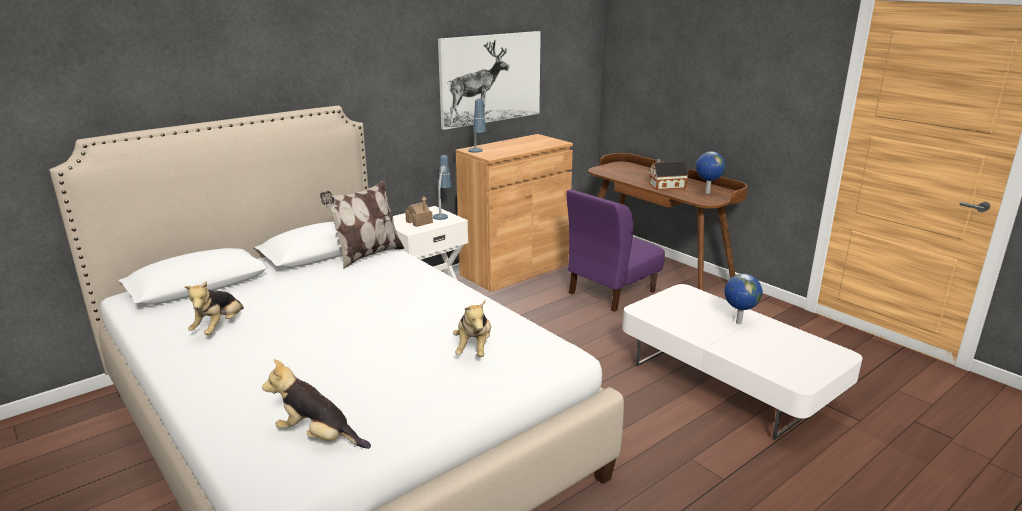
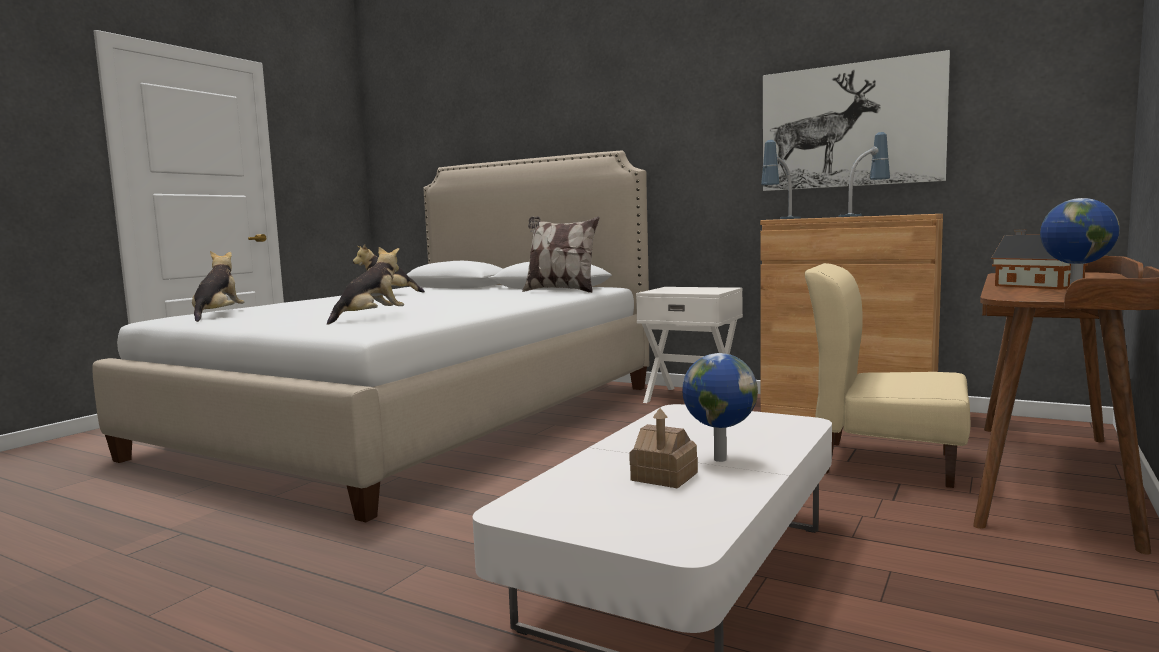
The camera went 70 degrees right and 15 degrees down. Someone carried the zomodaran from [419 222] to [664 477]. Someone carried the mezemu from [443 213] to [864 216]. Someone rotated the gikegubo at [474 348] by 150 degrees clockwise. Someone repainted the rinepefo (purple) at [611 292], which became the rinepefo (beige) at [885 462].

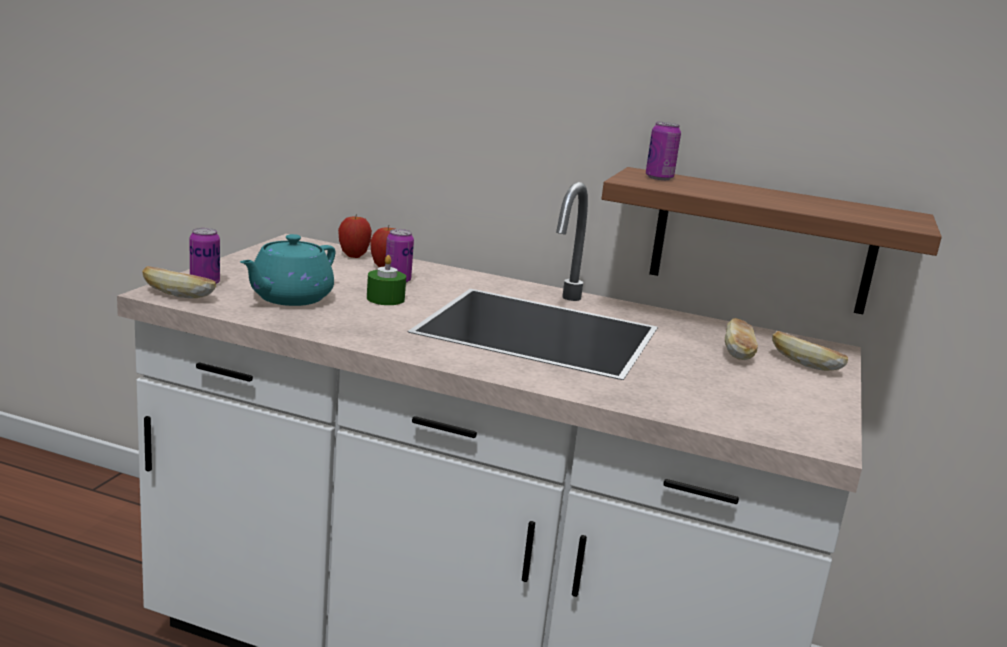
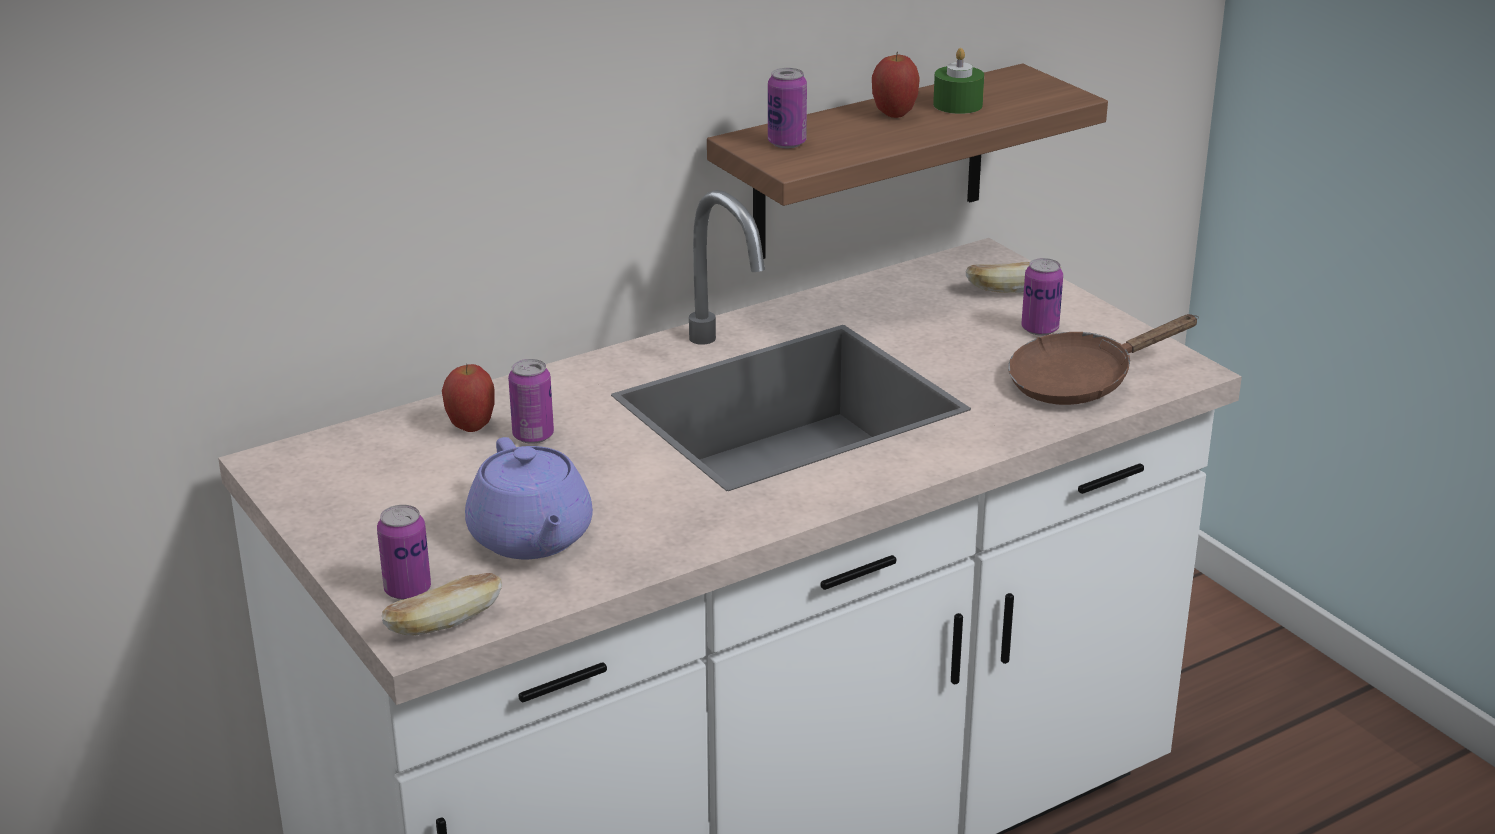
The camera went 50 degrees left and 10 degrees up. Someone repainted the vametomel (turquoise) at [289 298], which became the vametomel (purple) at [531 538]. Someone carried the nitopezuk from [353 256] to [894 114]. Someone carried the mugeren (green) from [385 299] to [957 105]. Someone took away the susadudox at [738 353]. Someone put down the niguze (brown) at [1080 382]. Someone put down the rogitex at [1039 329].

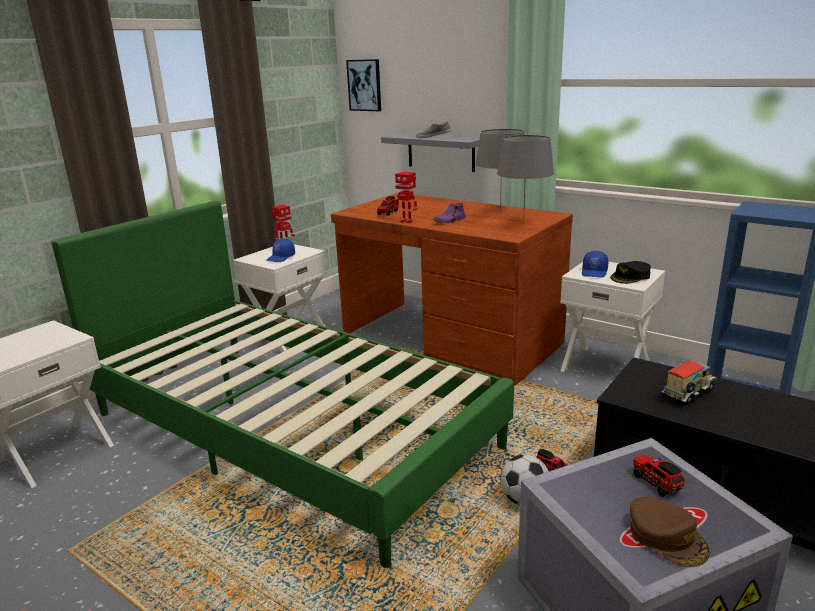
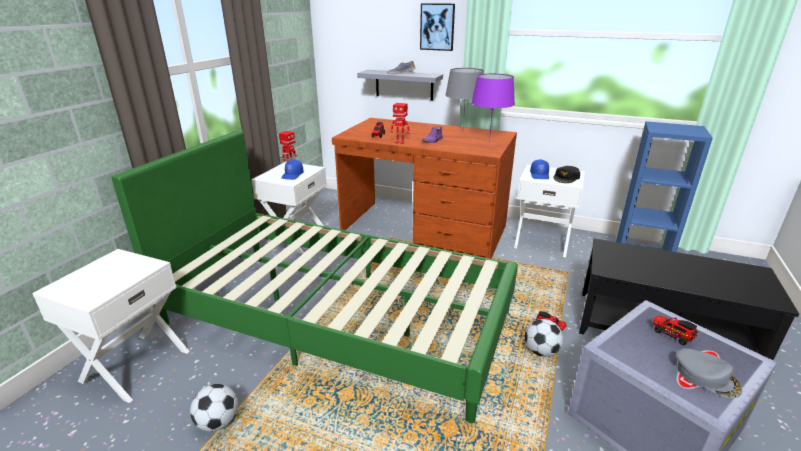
The camera went 15 degrees left and 5 degrees up. Someone carried the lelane from [365 85] to [437 27]. Someone repainted the mezemu (grey) at [523 223], which became the mezemu (purple) at [489 141]. Someone repainted the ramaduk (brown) at [667 537], which became the ramaduk (grey) at [706 376]. Someone took away the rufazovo at [688 395]. Someone put down the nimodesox at [218 422].

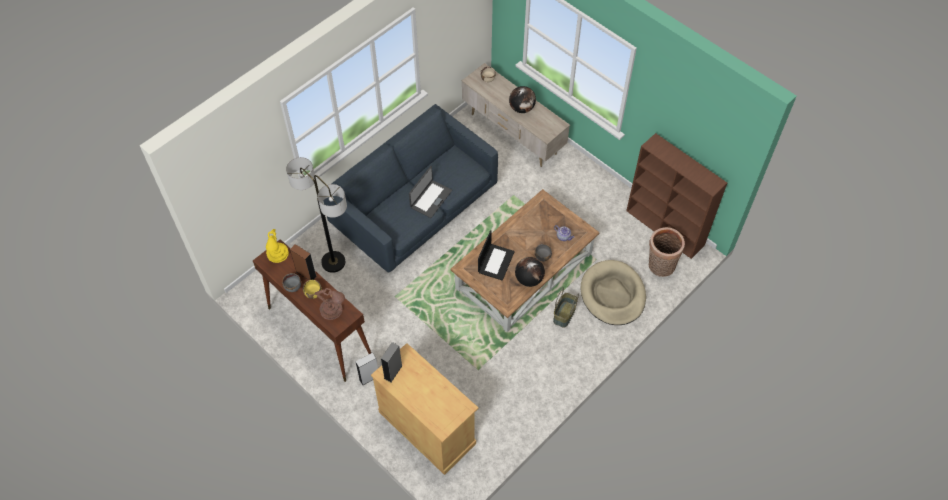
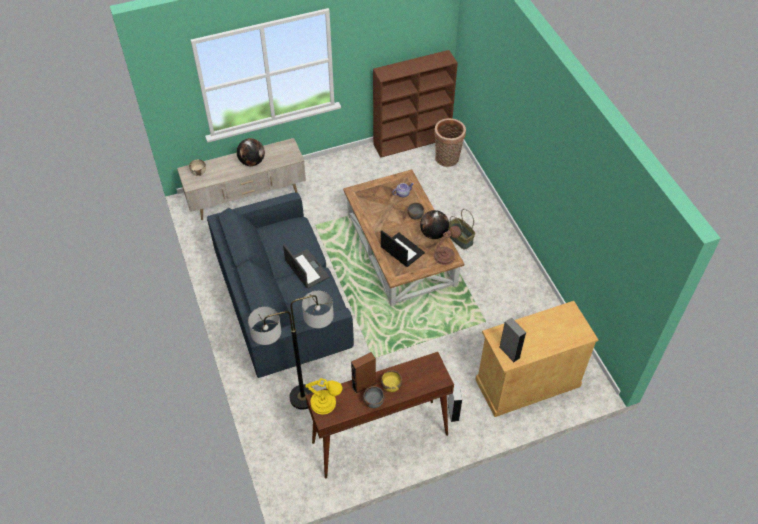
The camera went 65 degrees left and 5 degrees down. Someone carried the mezemu (brown) from [333 310] to [445 255]. Someone took away the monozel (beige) at [612 294].

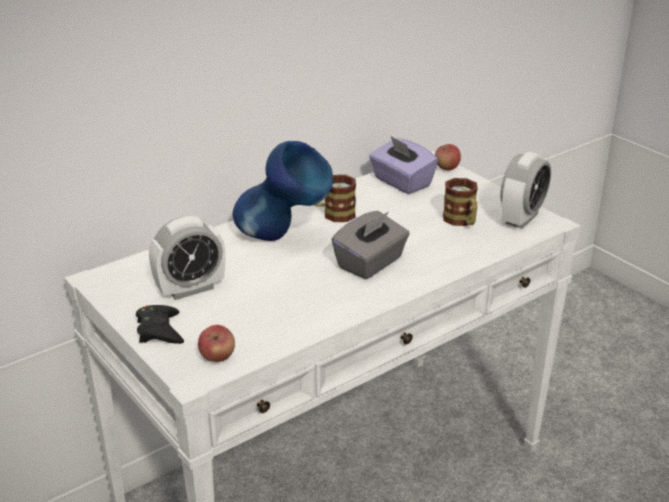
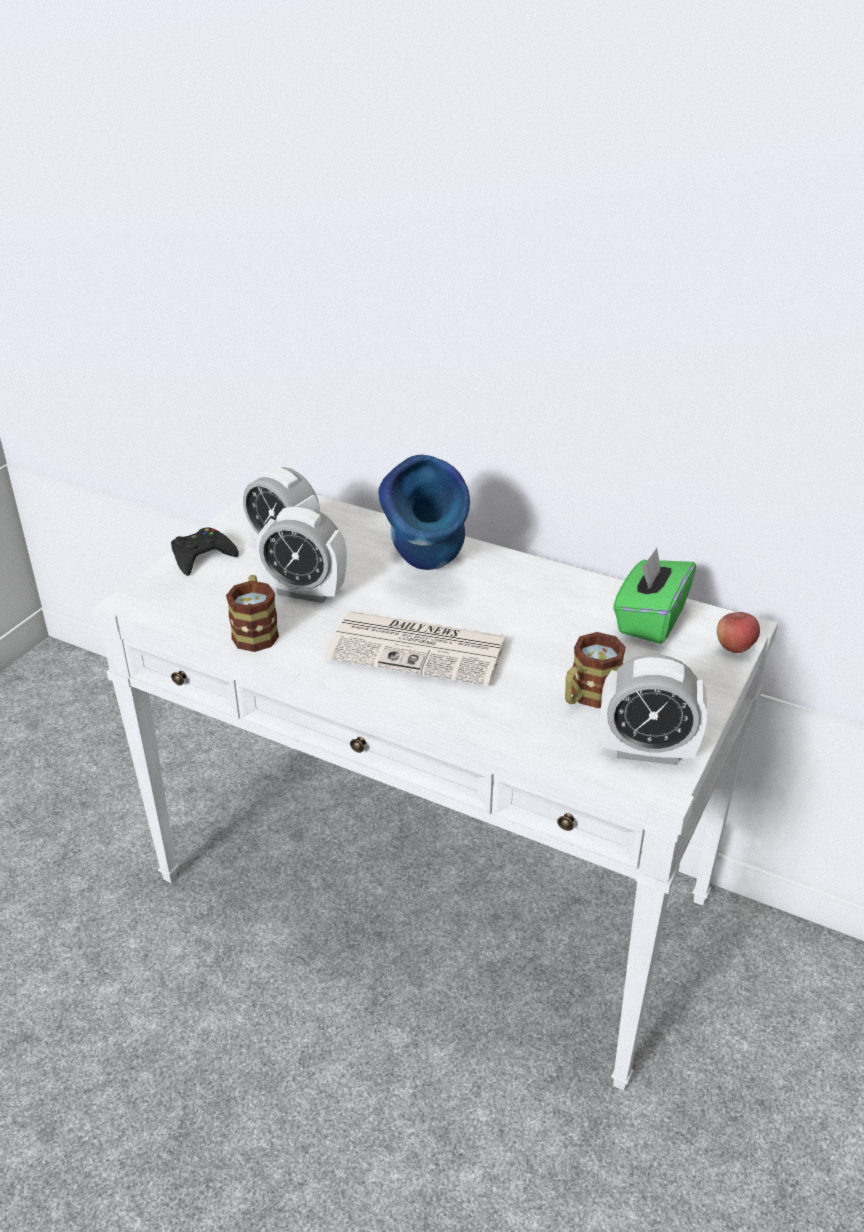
The camera went 65 degrees right and 5 degrees up. Someone took away the nitopezuk at [217 357]. Someone carried the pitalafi from [333 213] to [255 631]. Someone swapped the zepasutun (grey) at [371 263] for the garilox at [420 649]. Someone repainted the zepasutun (purple) at [401 182], which became the zepasutun (green) at [650 619]. Someone put down the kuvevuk at [304 592].

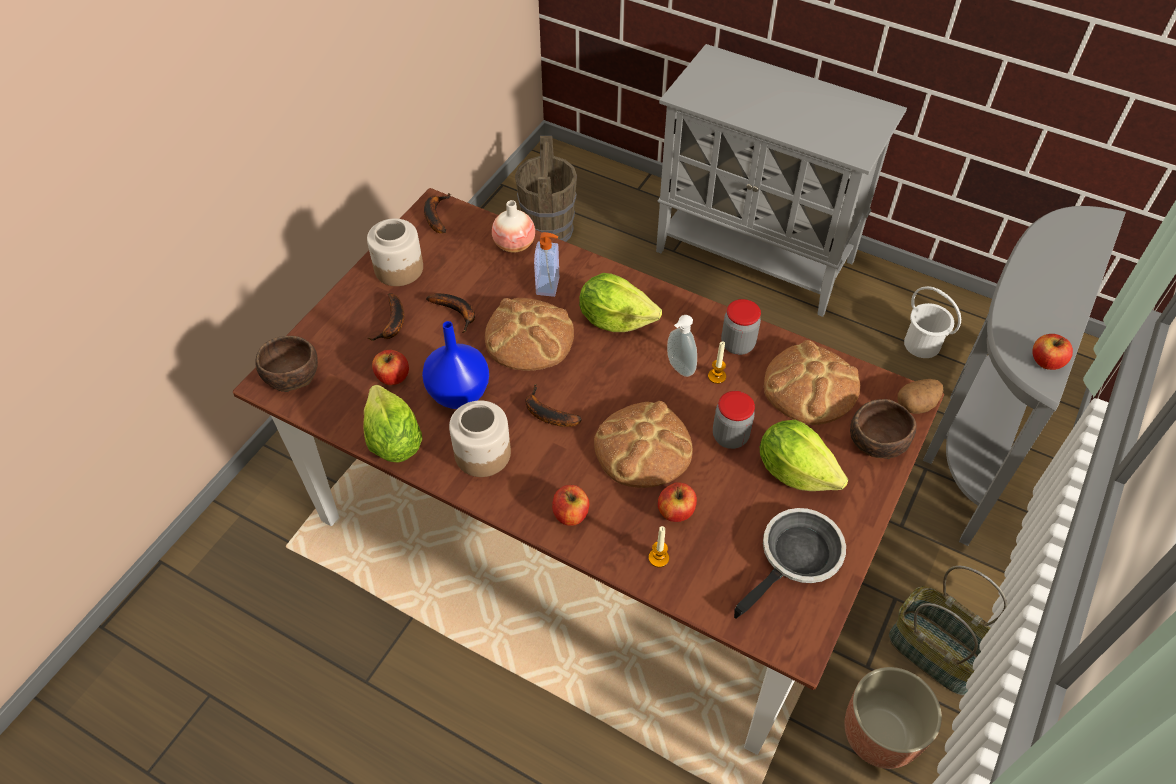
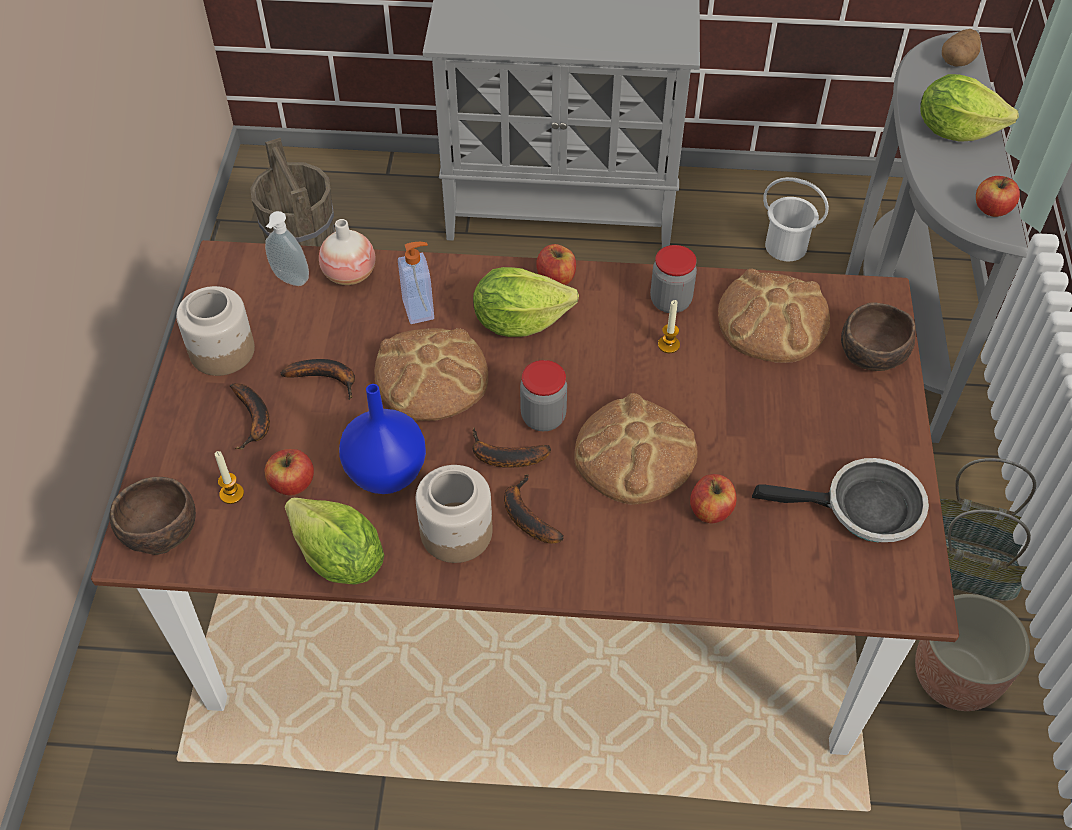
The camera went 25 degrees left and 0 degrees up. Someone carried the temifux from [435 215] to [526 516]. Someone carried the nitopezuk from [571 514] to [556 278]. Someone carried the mugeren from [658 558] to [232 494]. Someone carried the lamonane from [678 368] to [289 280]. Someone carried the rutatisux from [730 436] to [543 417]. Someone rotated the niguze at [797 558] by 75 degrees clockwise. Someone carried the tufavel from [795 471] to [955 130]. Someone carried the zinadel from [916 404] to [958 60].

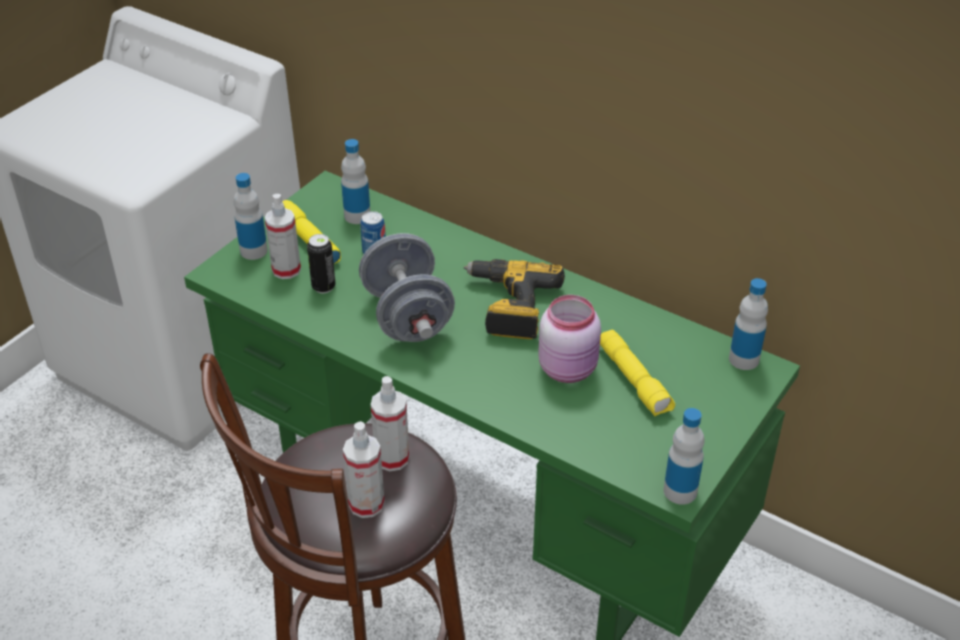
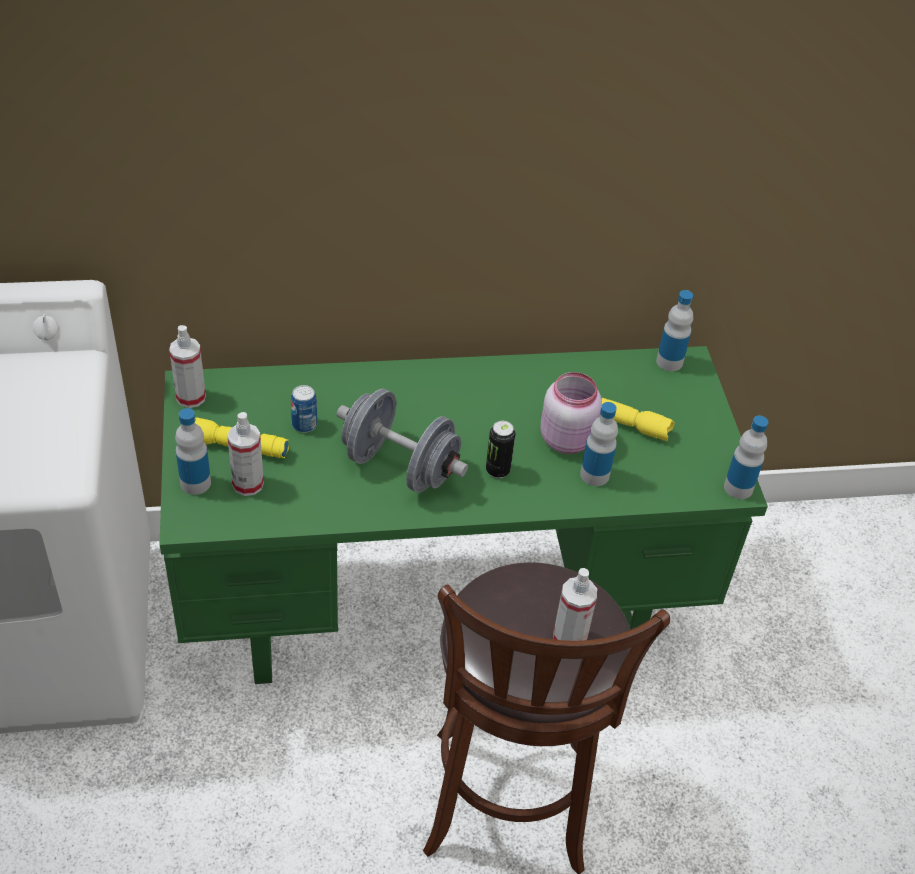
The camera went 45 degrees left and 5 degrees up. Someone carried the rogitex from [323 287] to [497 470]. Someone carried the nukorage from [357 216] to [594 475]. Someone carried the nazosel from [392 458] to [191 397]. Someone took away the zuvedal at [509 306].

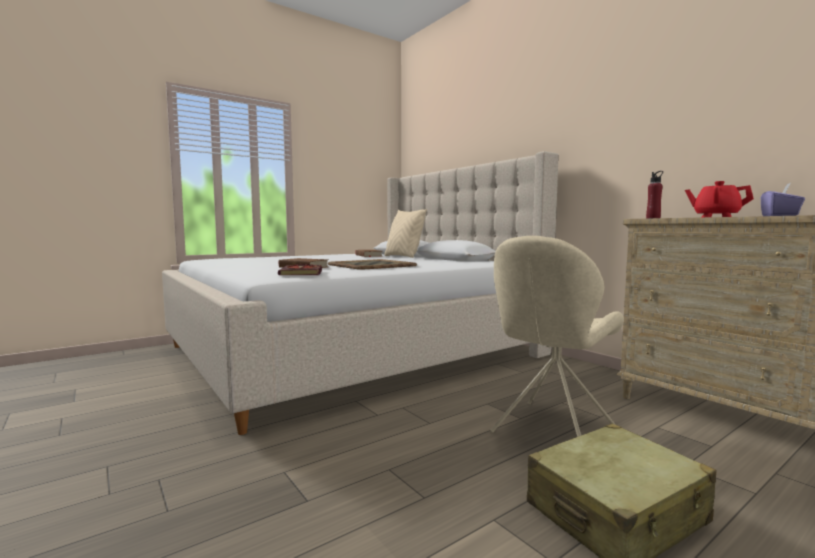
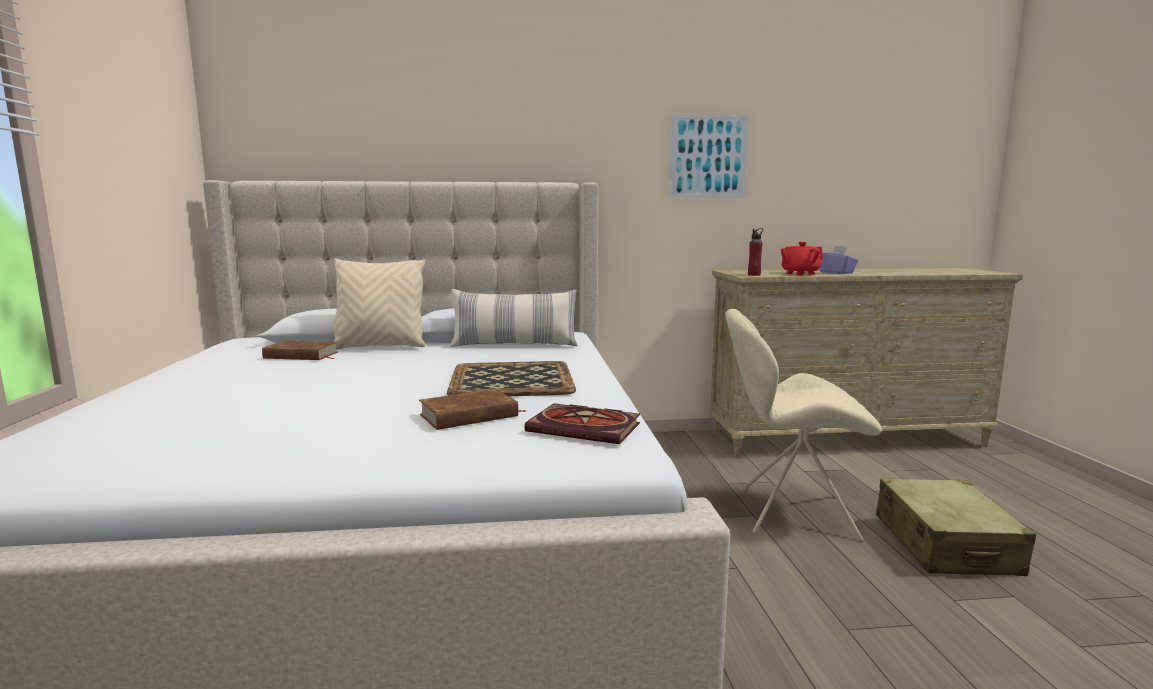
The camera went 60 degrees left and 5 degrees up. Someone rotated the rinepefo (beige) at [551 431] by 120 degrees clockwise. Someone put down the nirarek at [514 345]. Someone put up the lelane at [708 156].

